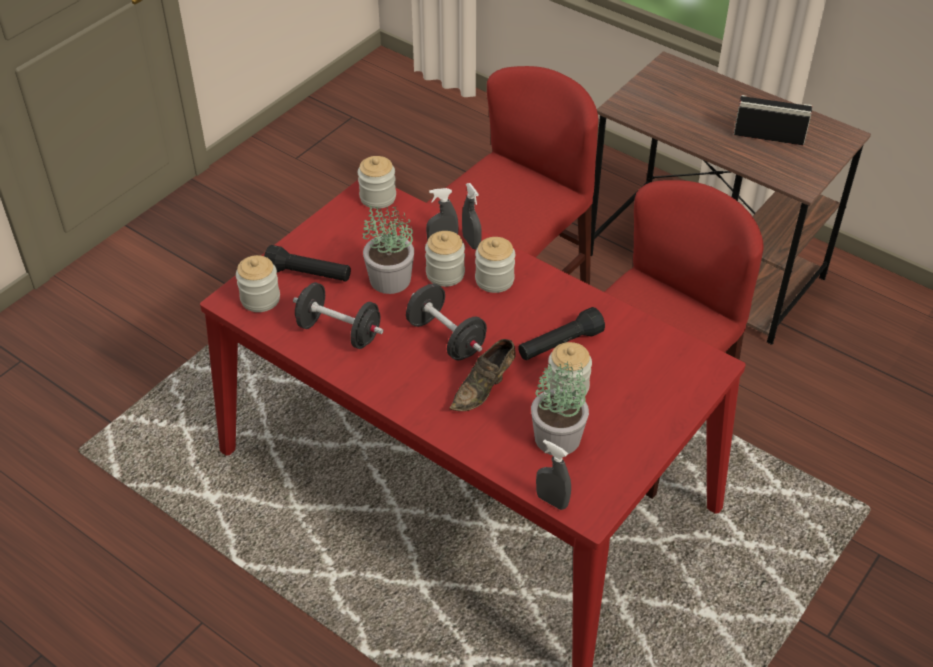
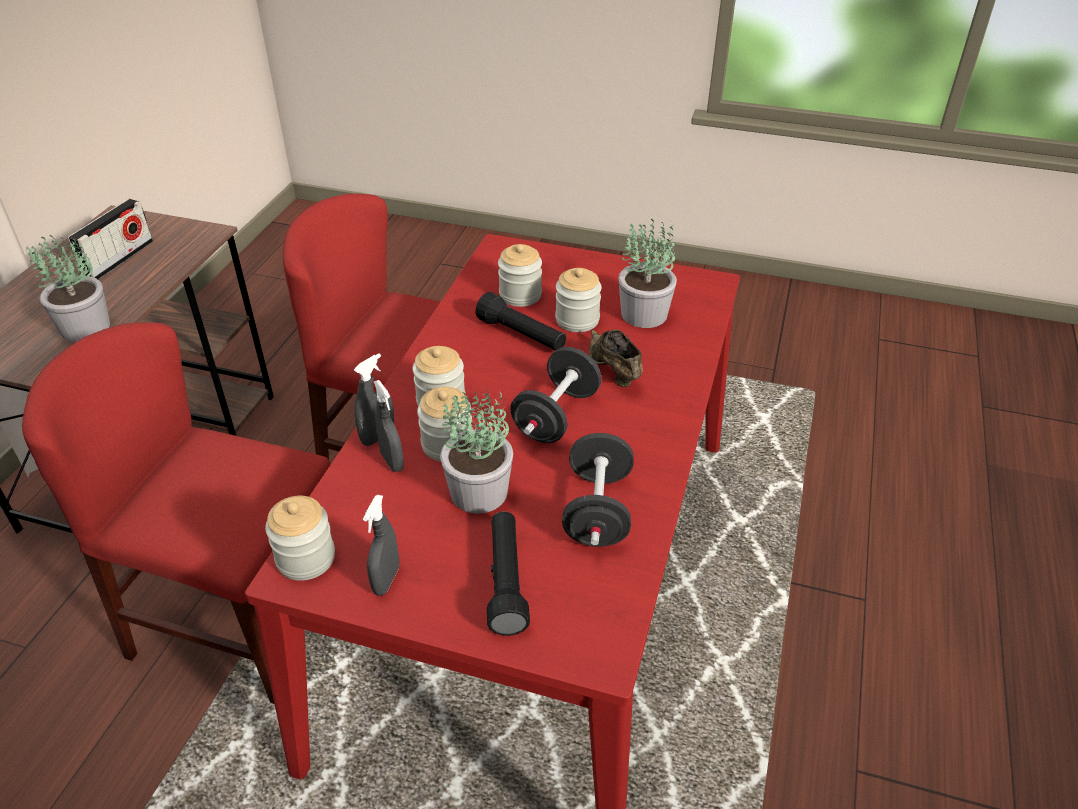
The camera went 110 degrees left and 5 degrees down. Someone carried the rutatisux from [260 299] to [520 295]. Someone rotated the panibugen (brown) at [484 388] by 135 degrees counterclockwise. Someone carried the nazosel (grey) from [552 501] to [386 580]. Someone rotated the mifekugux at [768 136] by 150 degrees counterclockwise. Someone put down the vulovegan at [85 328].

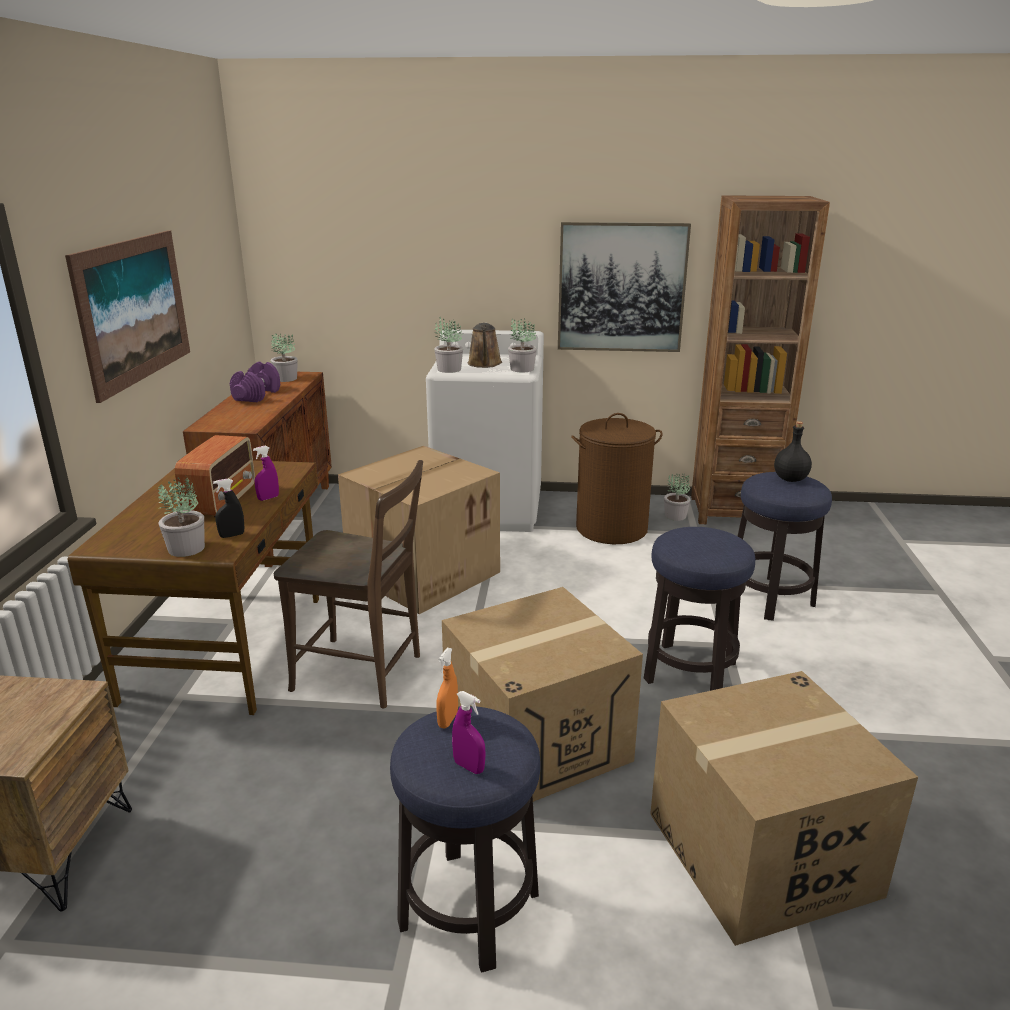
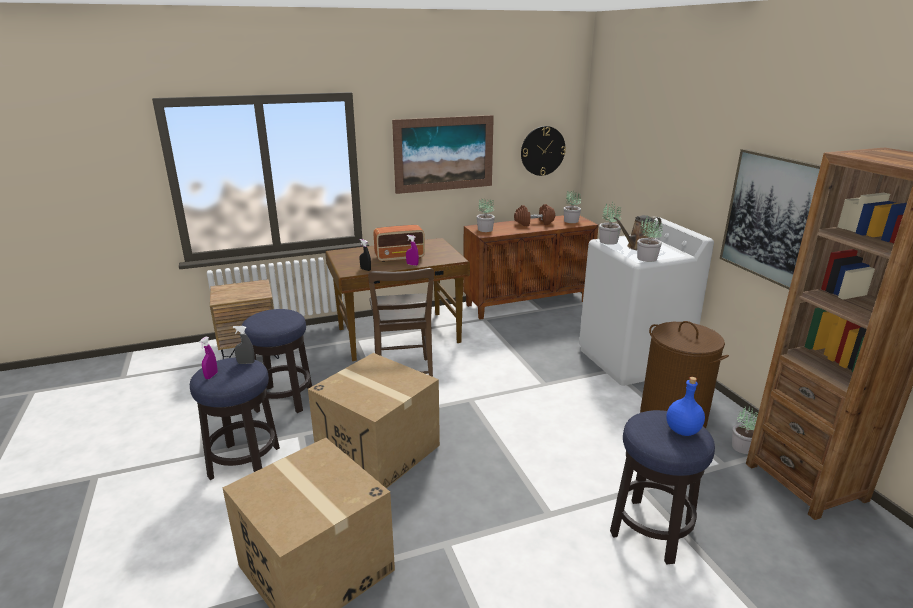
The camera went 65 degrees right and 0 degrees up. Someone carried the vulovegan from [187 548] to [485 230]. Someone repainted the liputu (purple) at [257 395], which became the liputu (brown) at [534 223]. Someone took away the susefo at [423 572]. Someone repainted the nazosel (orange) at [448 720], which became the nazosel (grey) at [246 363]. Someone carried the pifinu from [690 672] to [284 400]. Someone repainted the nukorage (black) at [791 479], which became the nukorage (blue) at [683 431]. Someone put up the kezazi at [542 151].

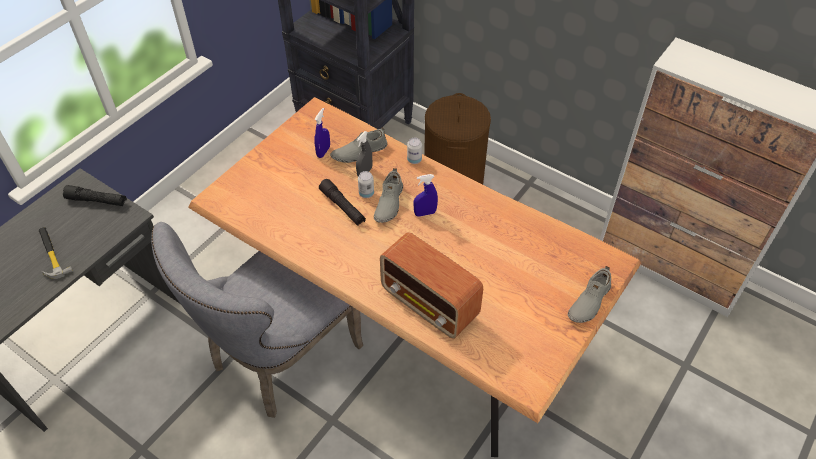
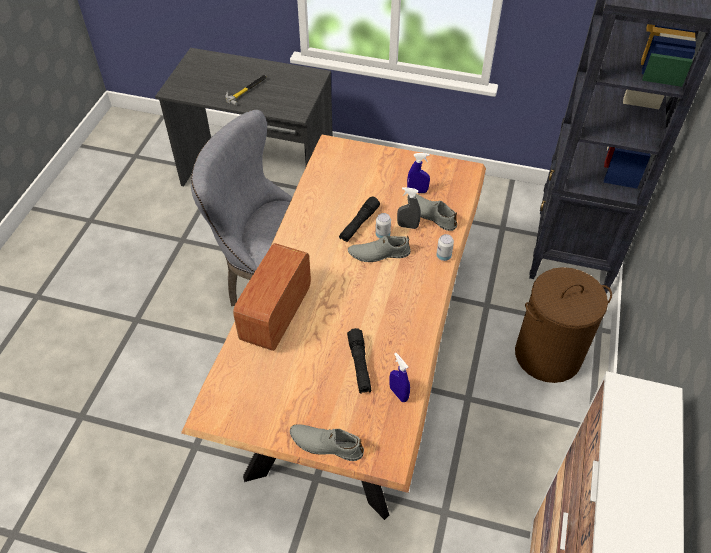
The camera went 70 degrees right and 0 degrees up. Someone carried the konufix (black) from [97 201] to [359 365]. Someone carried the nazosel (blue) from [425 213] to [398 393].

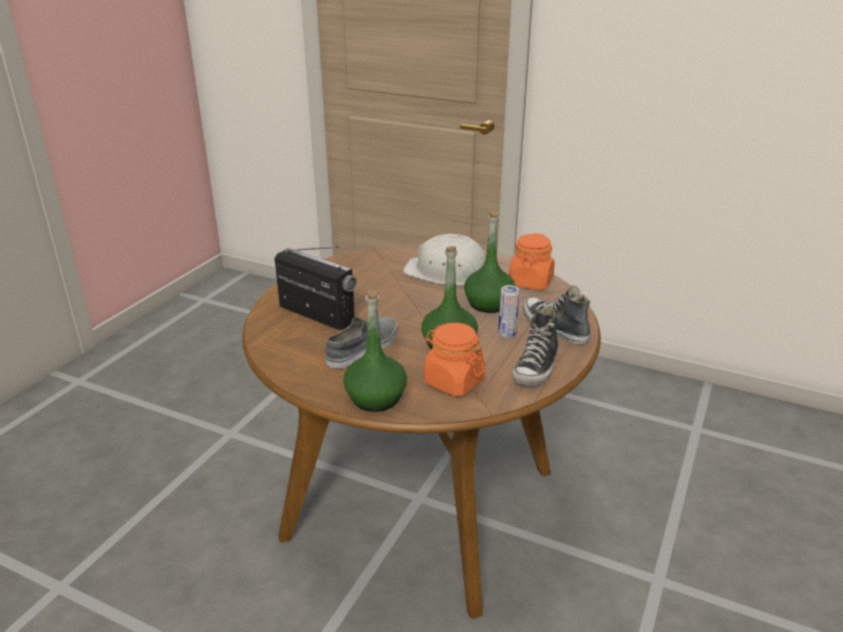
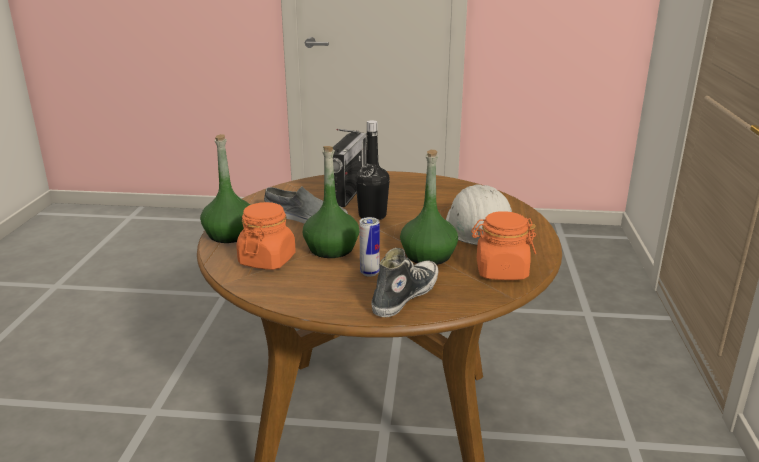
The camera went 70 degrees right and 5 degrees down. Someone took away the panibugen at [536 368]. Someone put down the nukorage (black) at [372 216].

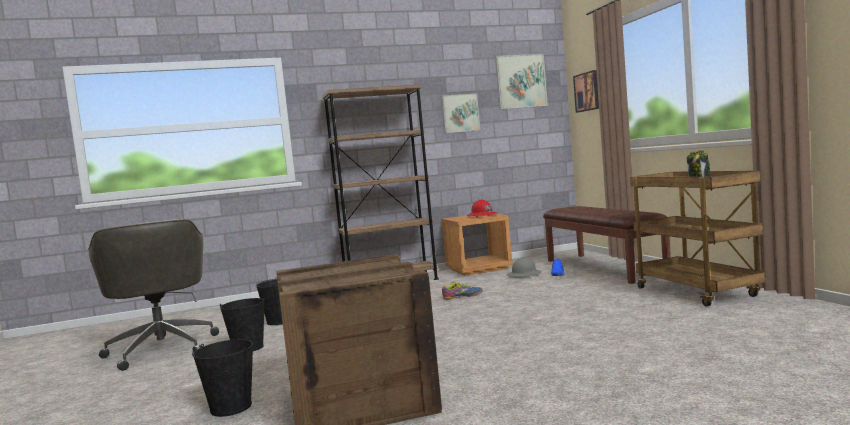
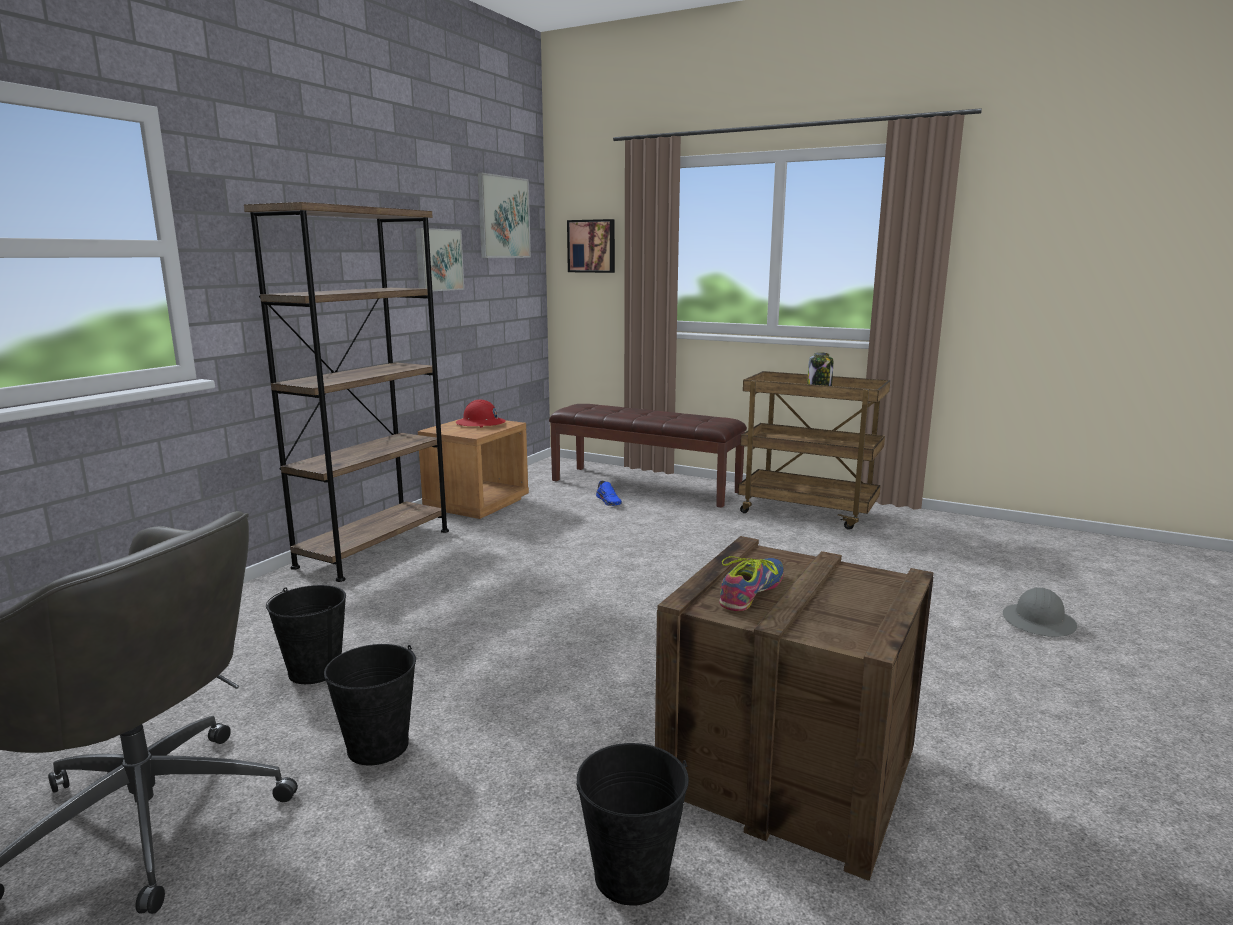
The camera went 45 degrees left and 10 degrees up. Someone carried the panibugen from [462 296] to [751 591]. Someone carried the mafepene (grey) from [524 275] to [1039 622].

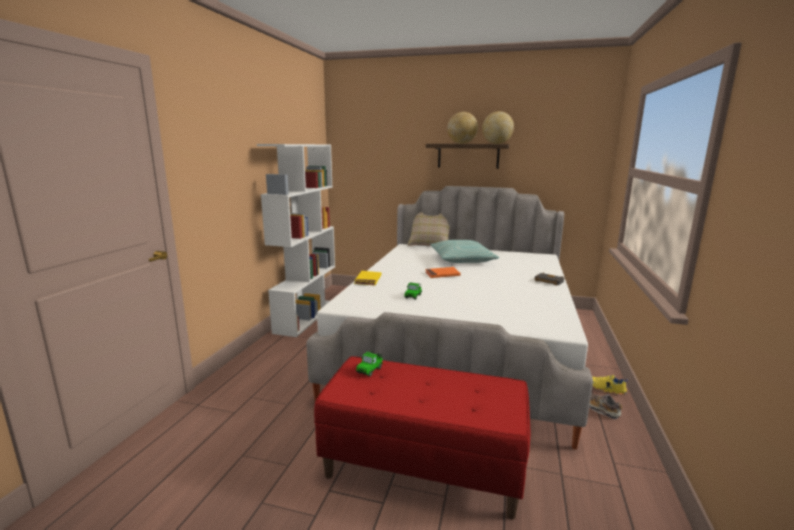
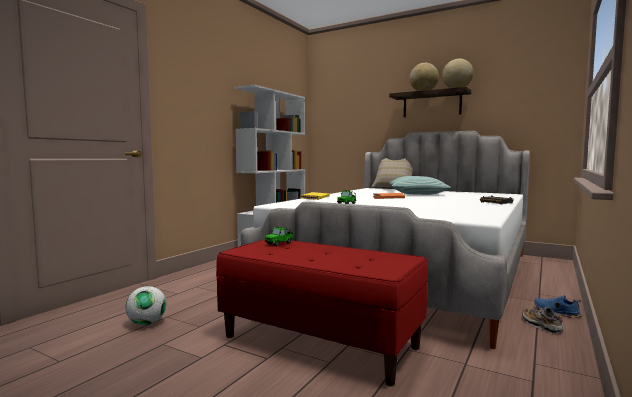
The camera went 15 degrees right and 10 degrees down. Someone repainted the panibugen (yellow) at [605 389], which became the panibugen (blue) at [556 312]. Someone put down the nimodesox at [147 323].

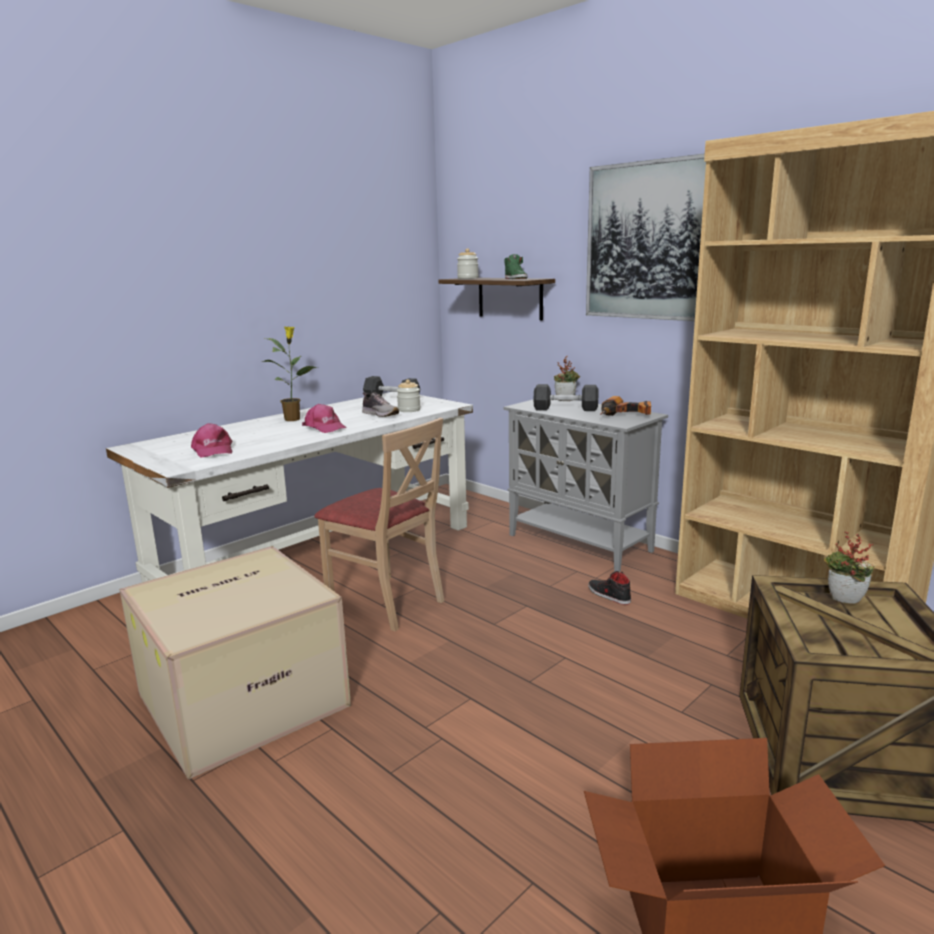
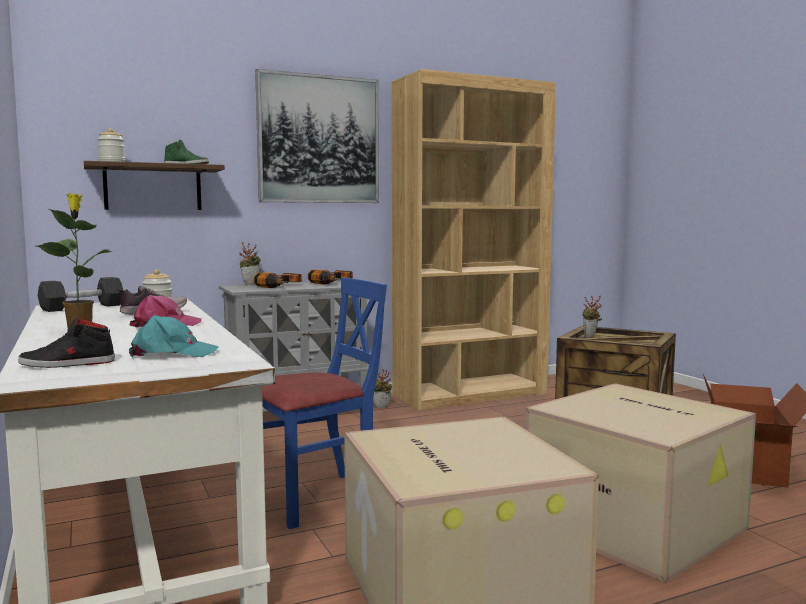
The camera went 70 degrees left and 10 degrees down. Someone repainted the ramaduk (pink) at [212 450], which became the ramaduk (turquoise) at [172 353]. Someone repainted the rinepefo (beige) at [387 603], which became the rinepefo (blue) at [317 498]. Someone swapped the liputu (grey) at [565 409] for the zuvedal at [282 286]. Someone carried the panibugen (black) from [608 595] to [67 364]. Someone put down the vulovegan at [381 407]. Someone put down the susefo at [637 524].

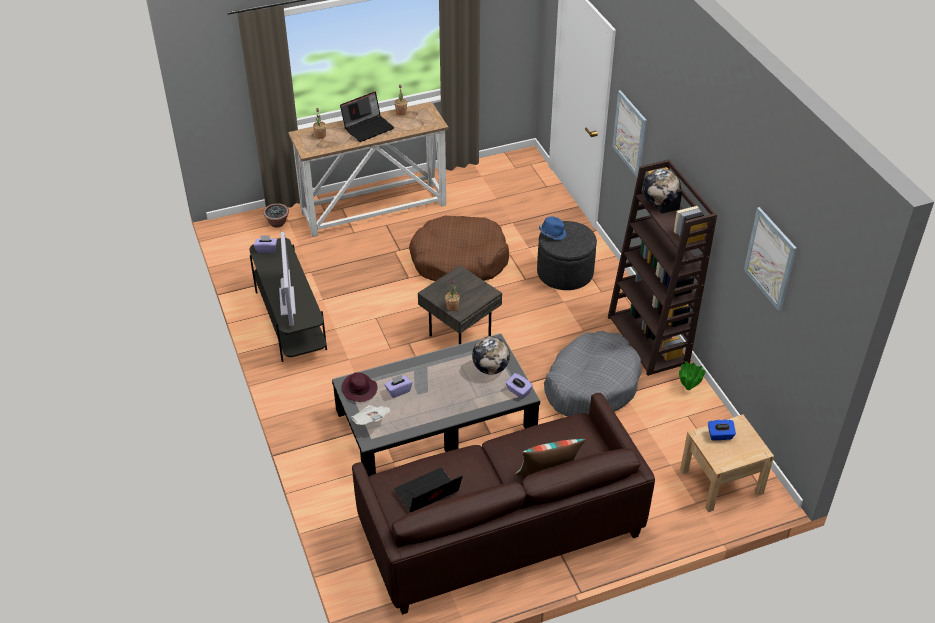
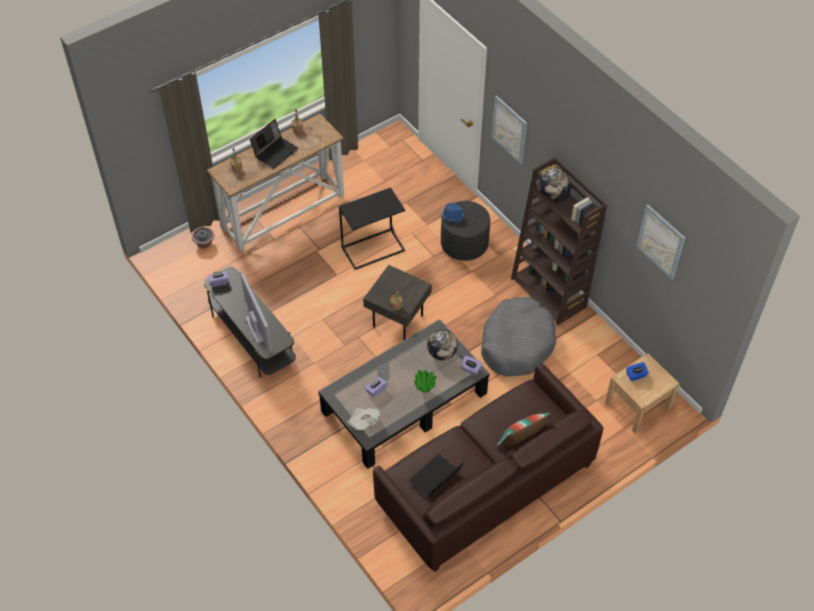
The camera went 15 degrees left and 10 degrees up. Someone took away the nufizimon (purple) at [359 390]. Someone swapped the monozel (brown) at [459 260] for the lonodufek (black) at [373 249]. Someone carried the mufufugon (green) from [688 388] to [424 391].

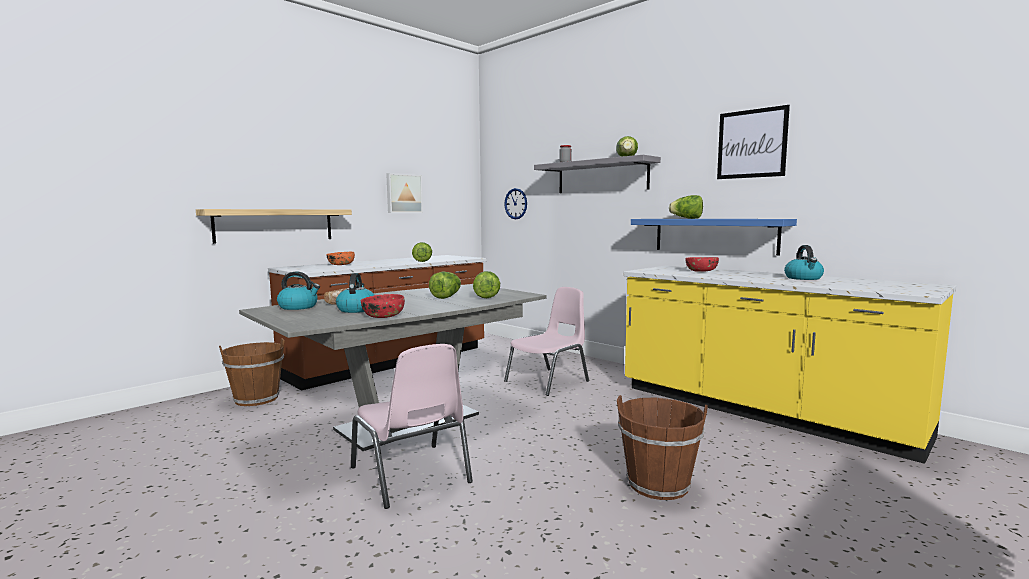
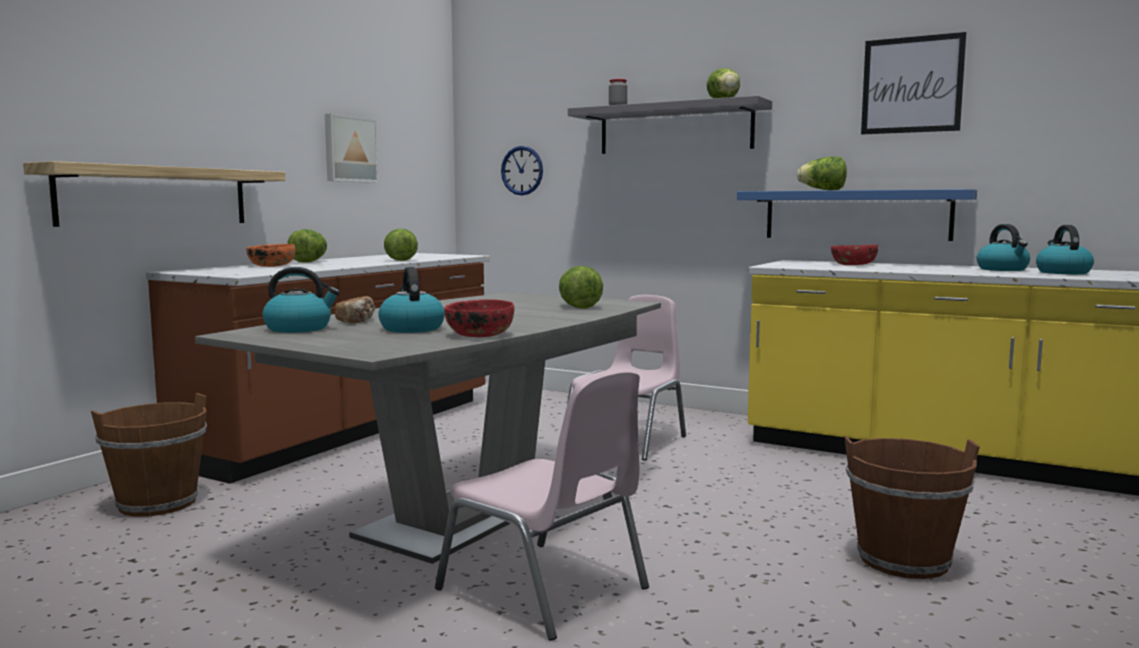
The camera went 15 degrees left and 0 degrees up. Someone carried the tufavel from [446 297] to [310 261]. Someone put down the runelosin at [1062 272].

